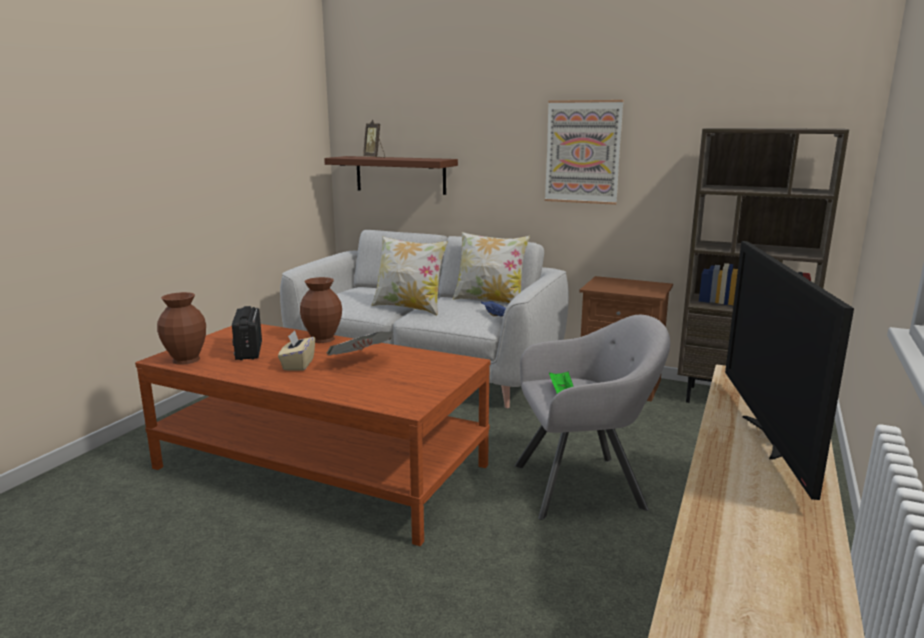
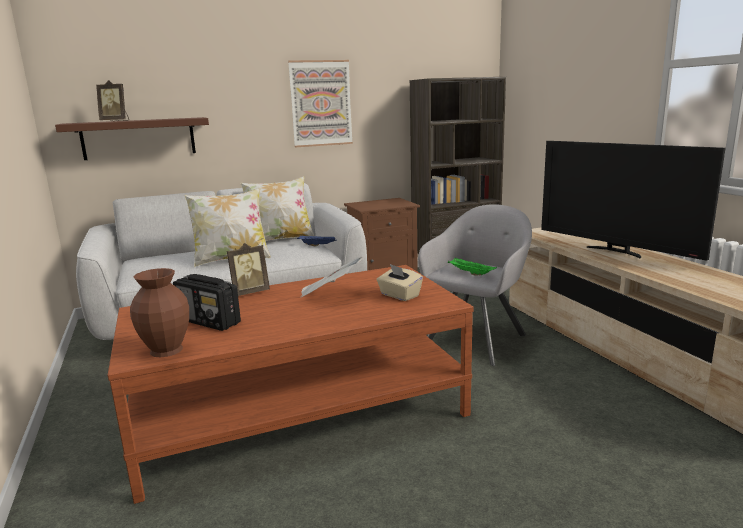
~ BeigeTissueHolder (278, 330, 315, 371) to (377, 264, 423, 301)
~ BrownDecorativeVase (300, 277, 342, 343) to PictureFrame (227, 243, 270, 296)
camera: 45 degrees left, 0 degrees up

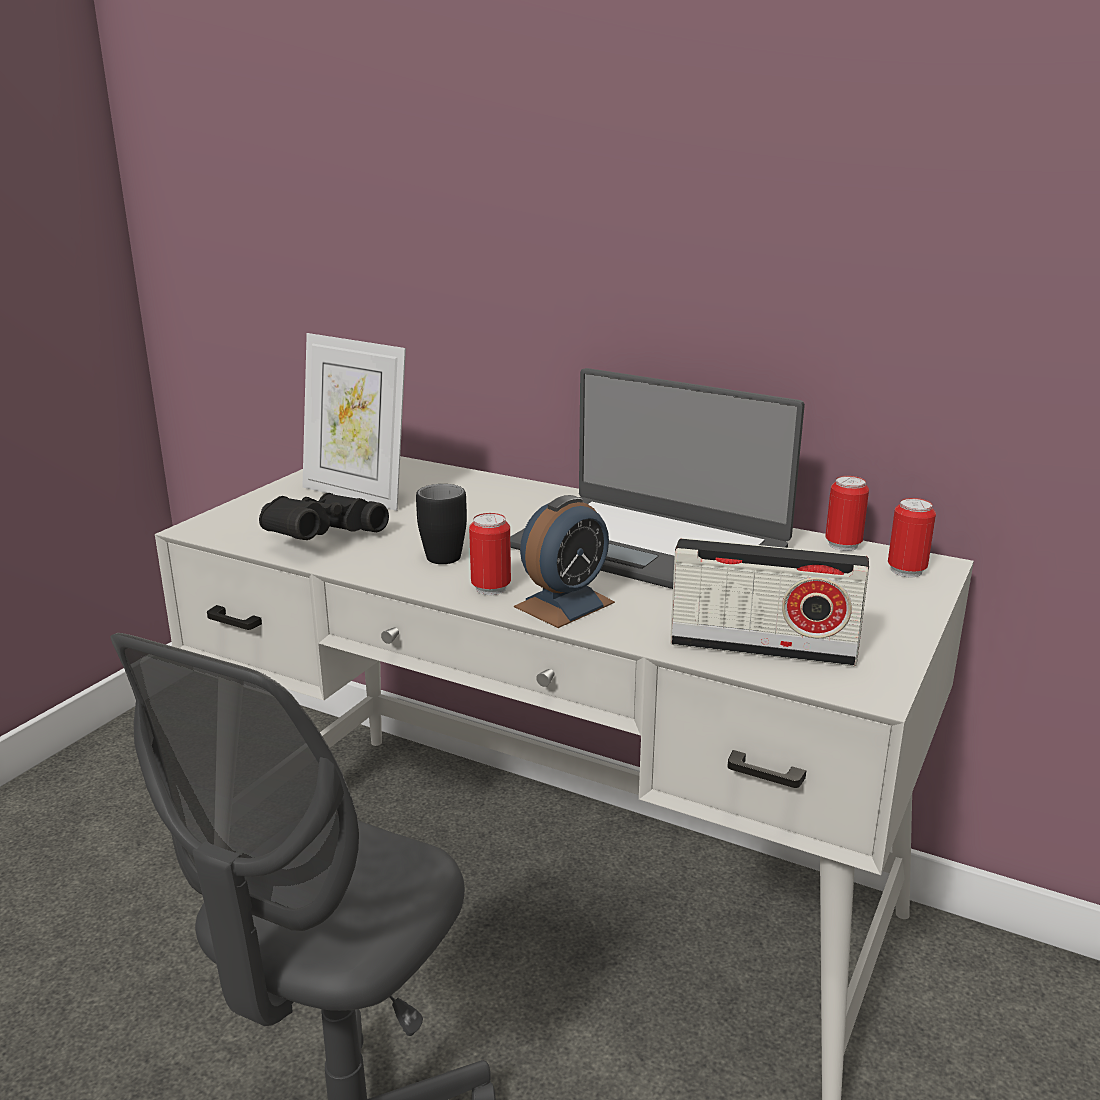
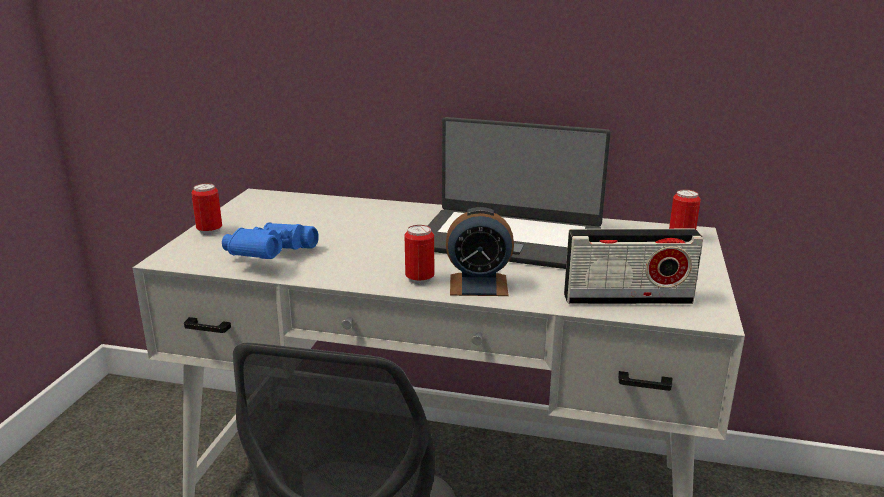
~ BlackFieldGlasses (259, 493, 389, 540) to BluishFieldGlasses (222, 222, 319, 259)
- PictureFrame (302, 333, 406, 511)
- BlackTeaMug (416, 484, 467, 564)
~ BedsideClock (514, 495, 615, 628) = (446, 207, 514, 296) 60 degrees clockwise
~ SealedCan (825, 476, 869, 551) to (191, 183, 222, 235)
camera: 15 degrees left, 0 degrees up

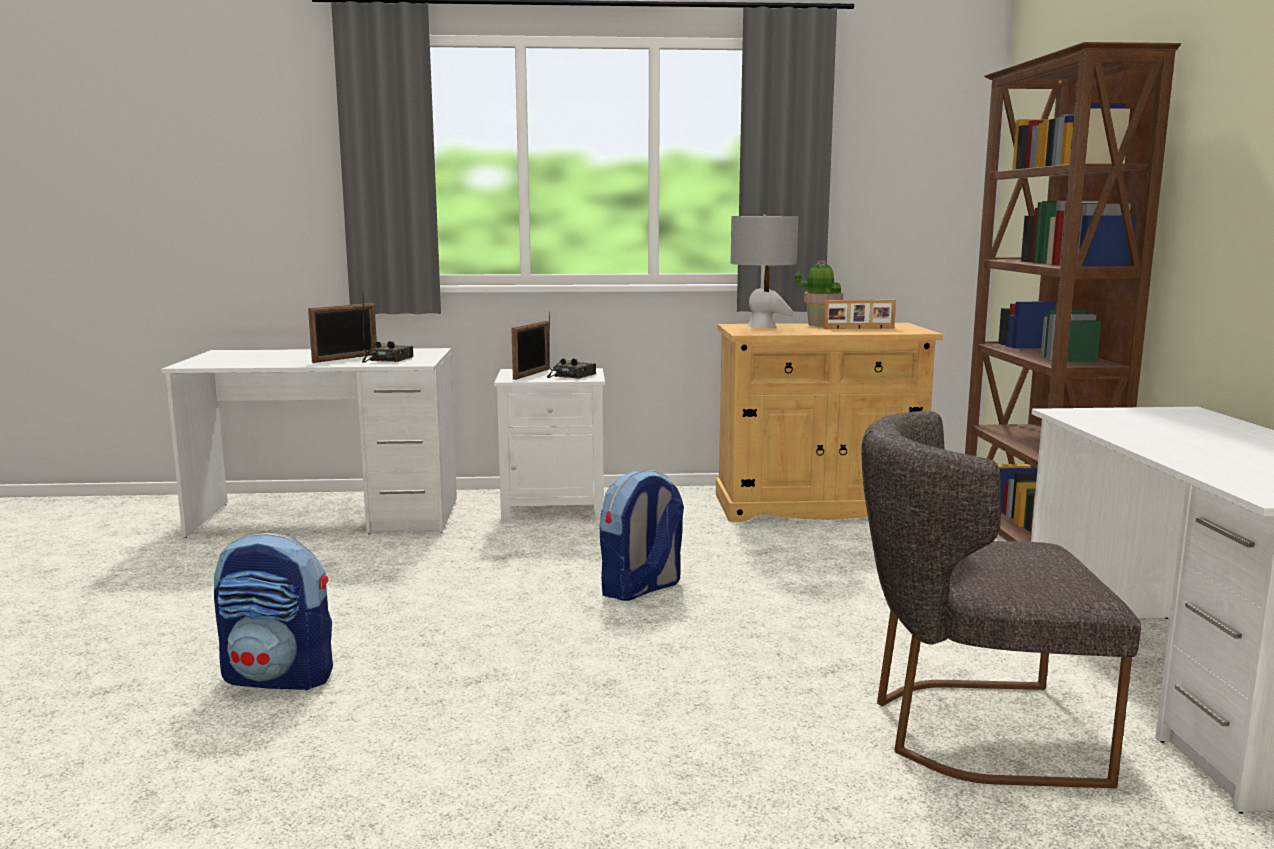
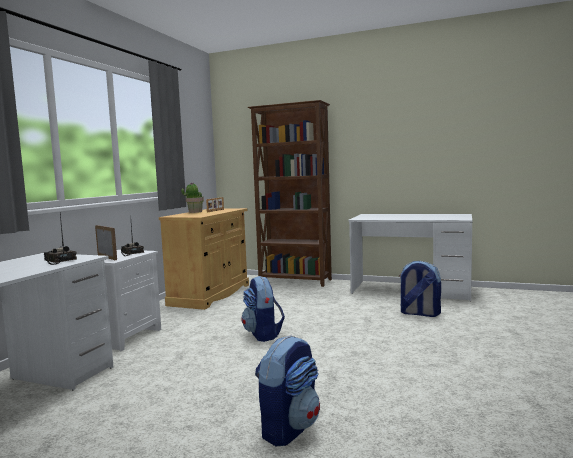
- PictureFrame (308, 303, 377, 363)
- GreyTableLamp (730, 215, 798, 328)
~ GreyPlainChair (862, 411, 1141, 788) to Rucksack (399, 261, 441, 317)
camera: 65 degrees left, 5 degrees down

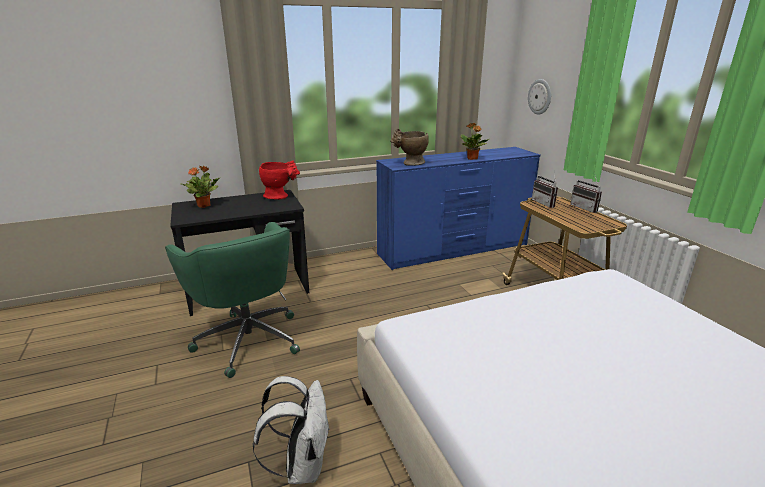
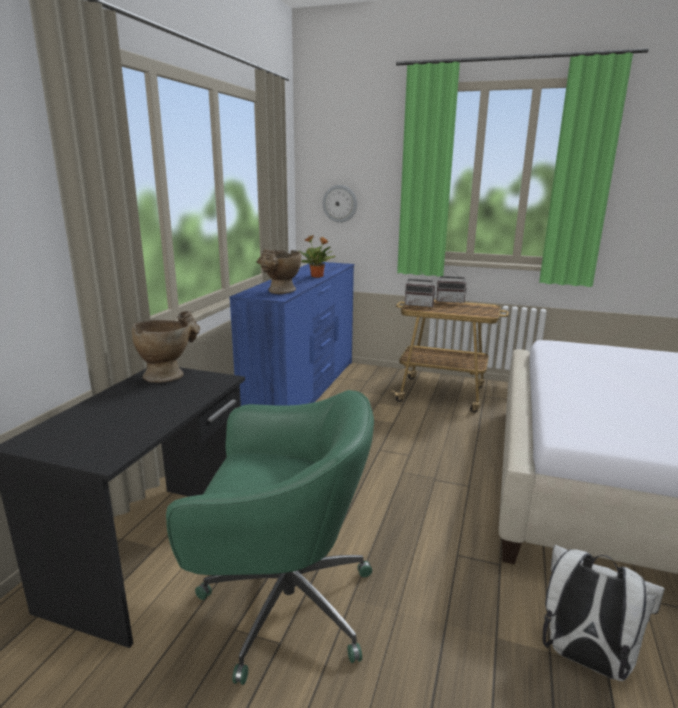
- PlantInAPot (180, 166, 220, 208)
~ ReddishDecorativeVase (259, 161, 300, 200) to BeigeDecorativeVase (132, 311, 200, 383)
camera: 50 degrees left, 5 degrees down

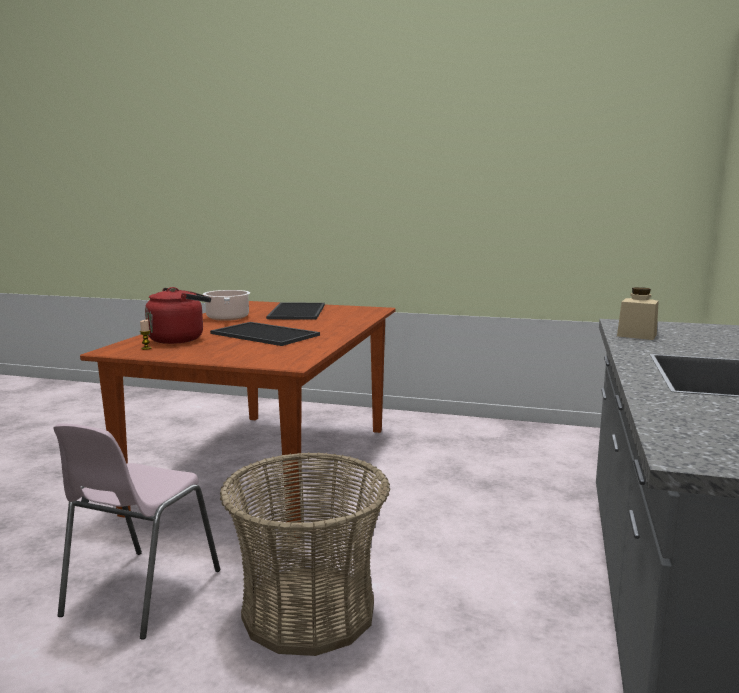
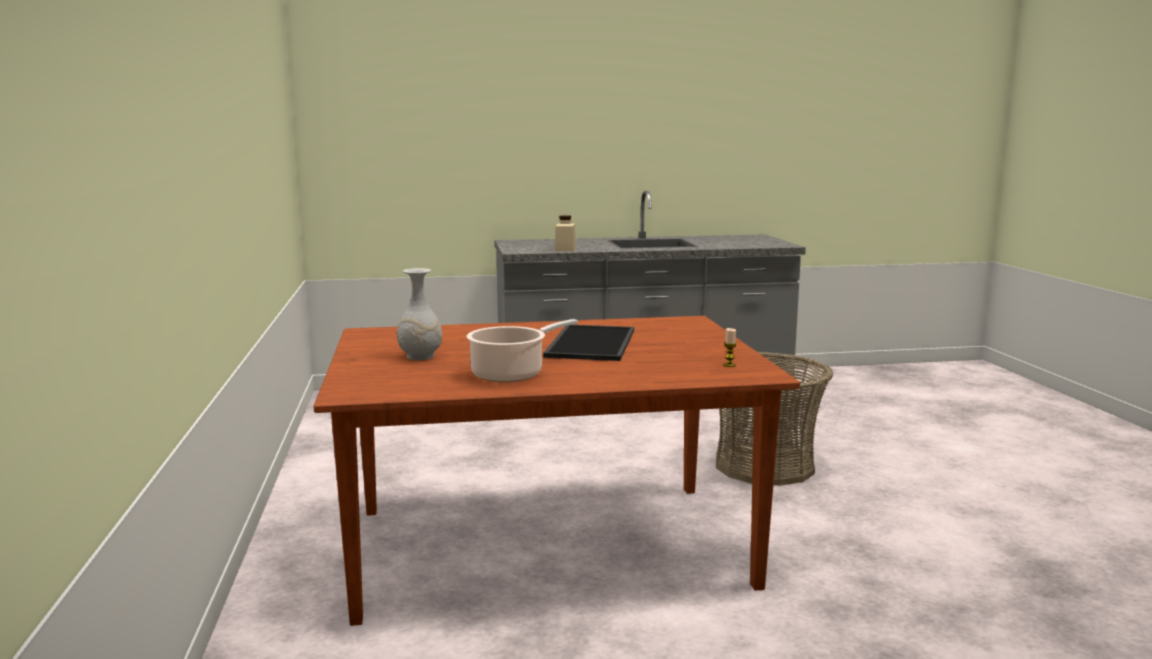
- PinkishPlainChair (53, 424, 220, 640)
- ReddishTeaKettle (145, 287, 211, 344)
~ CarryingTray (266, 303, 325, 320) to WhiteDecorativeVase (397, 268, 442, 360)
camera: 115 degrees left, 0 degrees up

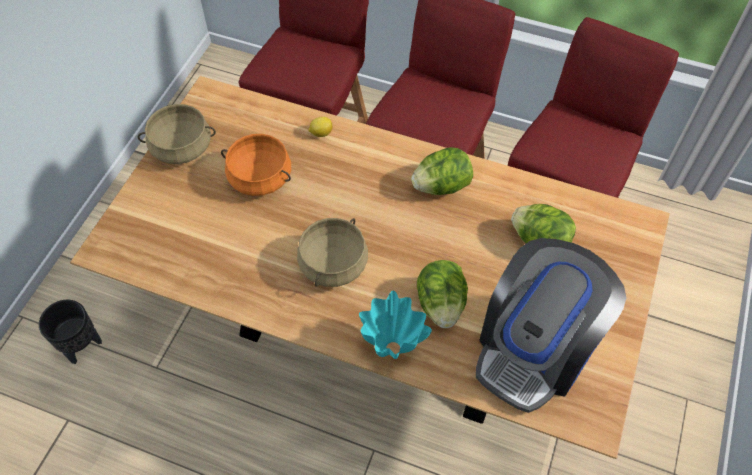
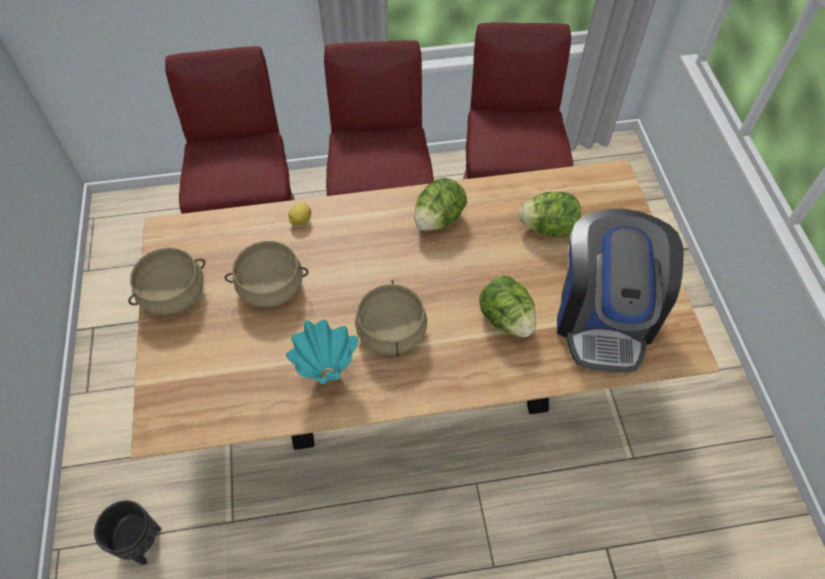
~ OrangeyStockpot (221, 134, 291, 196) to BeigeStockpot (225, 241, 308, 307)
~ TurquoiseColouredDecorativeVase (359, 291, 432, 359) to (286, 320, 358, 384)
camera: 30 degrees left, 0 degrees up

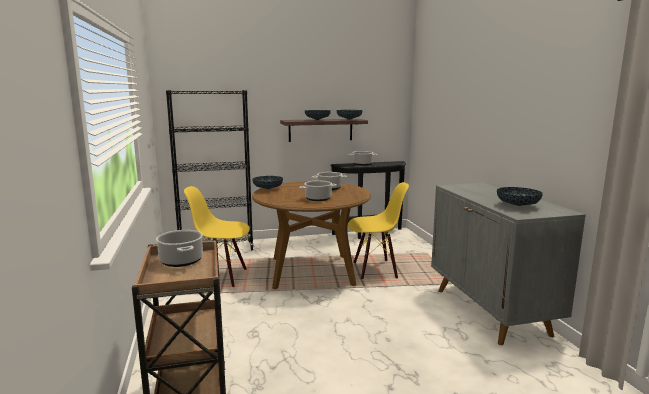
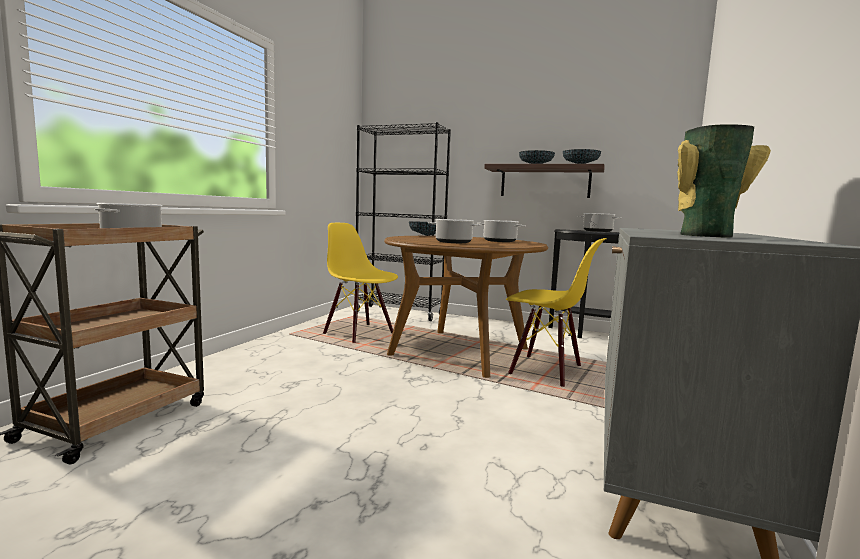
~ Bowl (497, 187, 543, 206) to DecorativeVase (677, 124, 771, 238)
camera: 35 degrees right, 5 degrees down

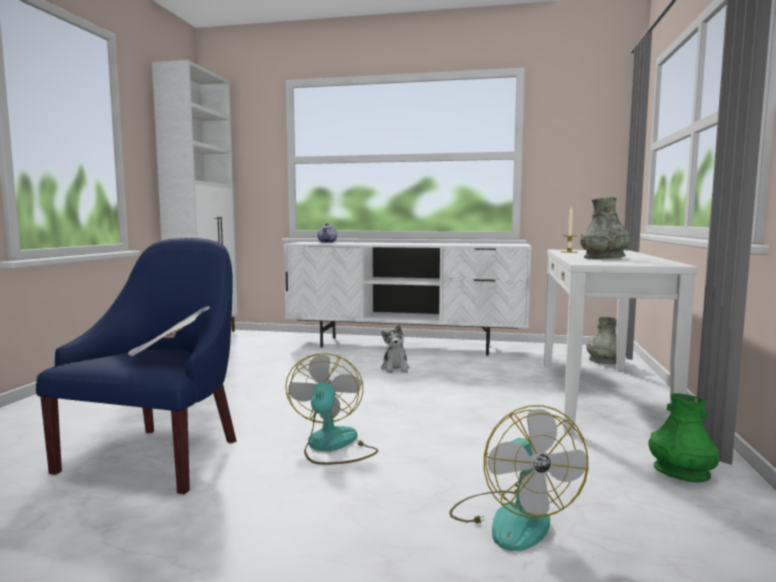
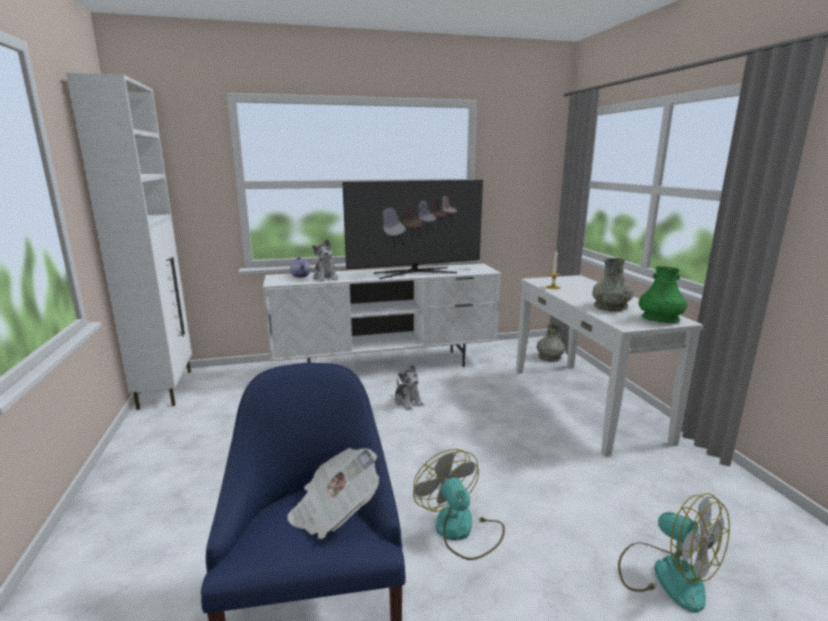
~ GreenishDecorativeVase (648, 393, 719, 482) to (638, 266, 687, 323)
+ SoftToy (312, 239, 338, 282)
+ TvSet (342, 180, 483, 279)
camera: 25 degrees left, 10 degrees up

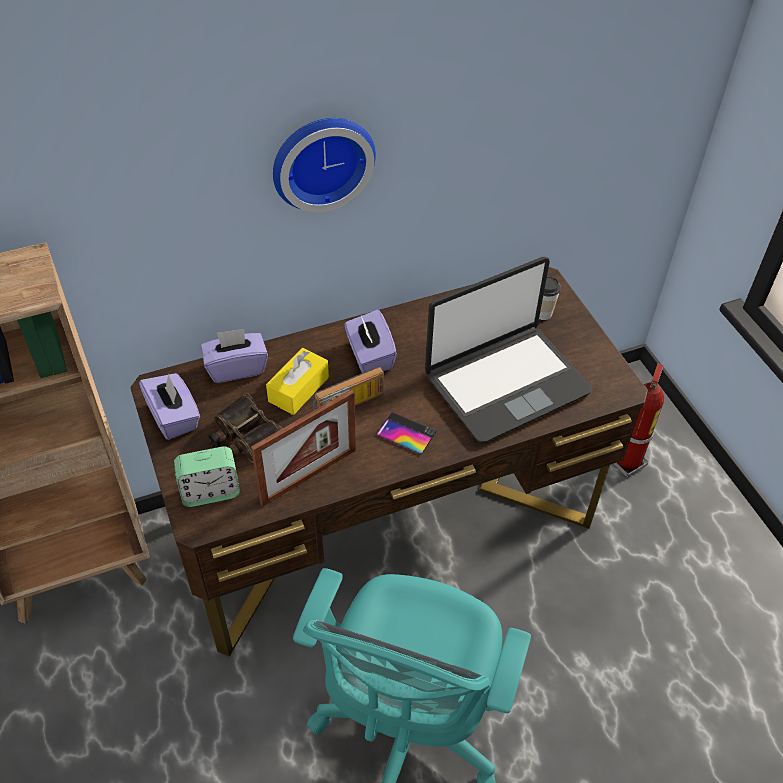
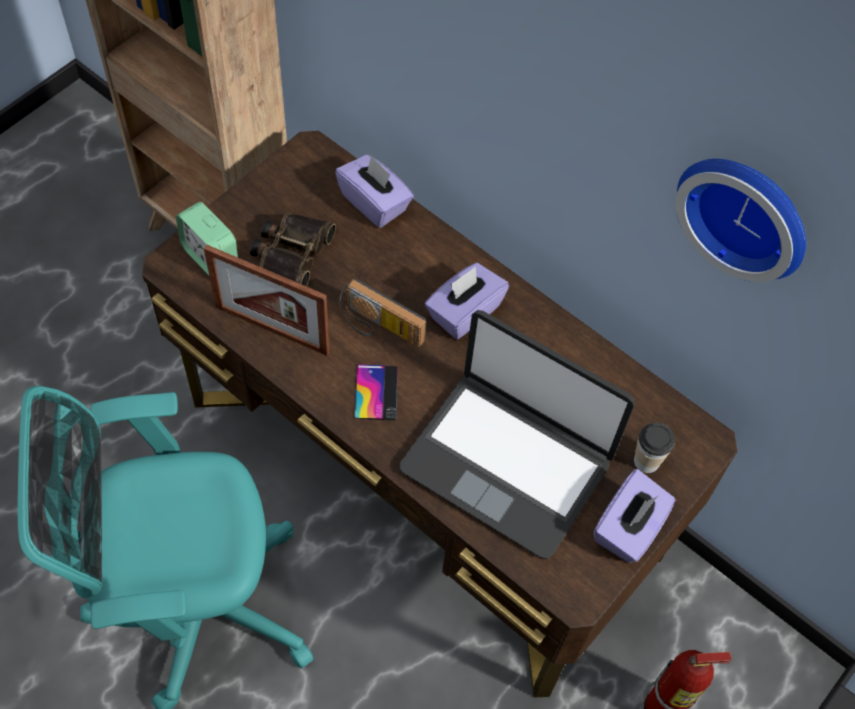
~ PurplishTissueHolder (139, 373, 200, 440) to (594, 469, 675, 563)
- YellowTissueHolder (266, 348, 329, 415)
~ HangingClock (273, 118, 376, 212) to (675, 159, 806, 282)
camera: 60 degrees right, 10 degrees up

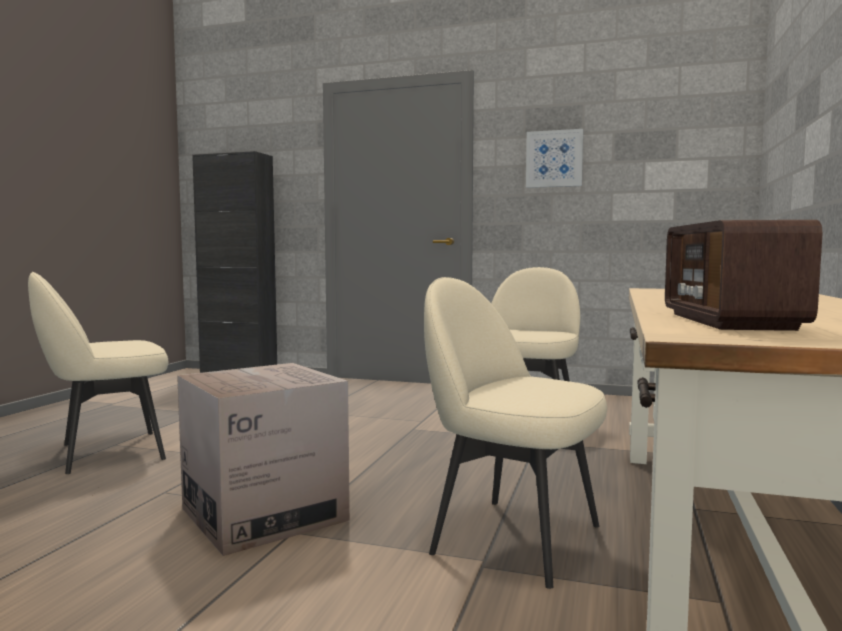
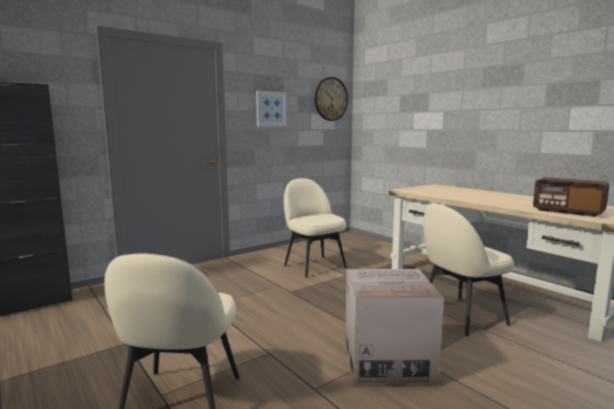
+ HangingClock (315, 77, 348, 121)
camera: 55 degrees left, 5 degrees up

